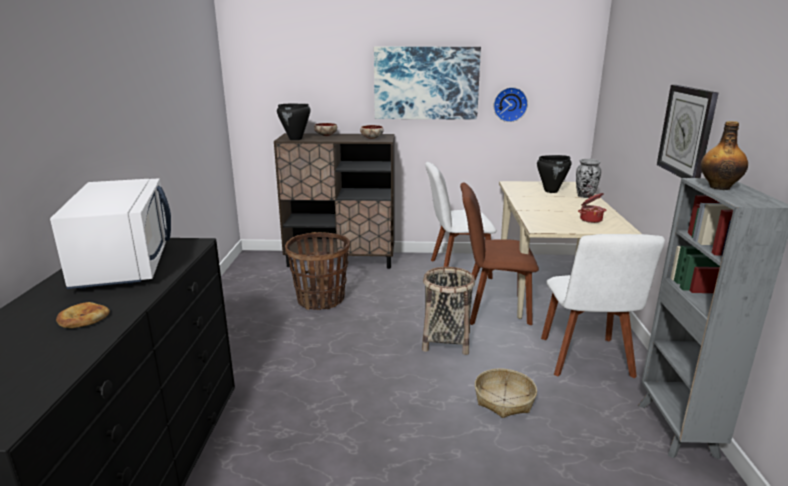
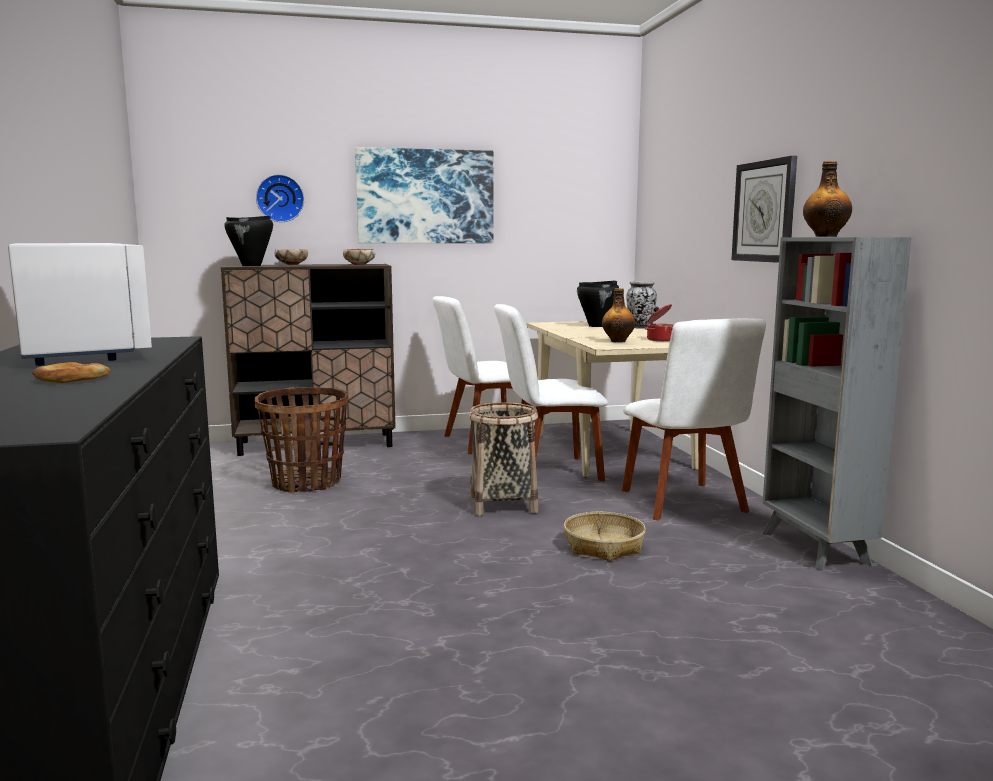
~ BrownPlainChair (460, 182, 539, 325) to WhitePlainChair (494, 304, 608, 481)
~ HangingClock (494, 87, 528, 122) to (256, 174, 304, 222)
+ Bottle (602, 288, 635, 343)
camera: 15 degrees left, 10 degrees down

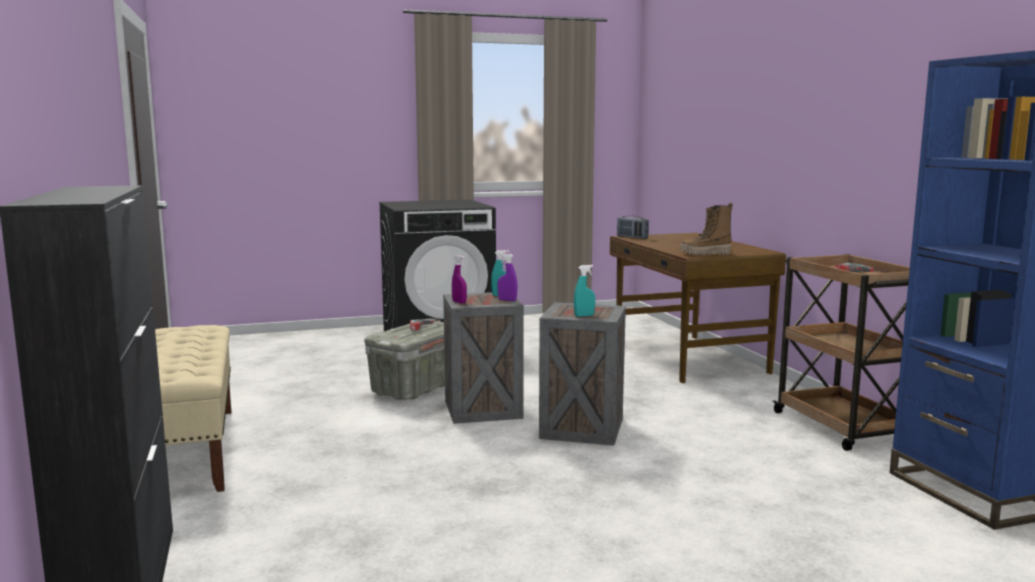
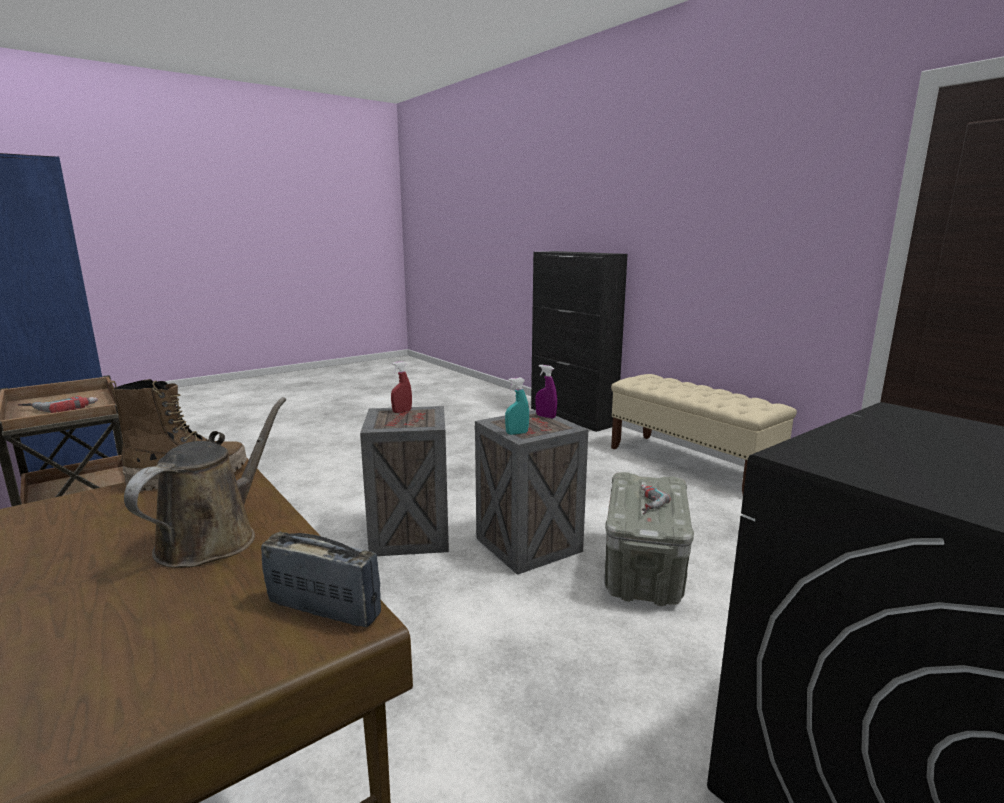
- PurplishSprayBottle (497, 253, 517, 301)
~ TurquoiseColouredSprayBottle (574, 265, 595, 317) to ReddishSprayBottle (391, 361, 412, 413)
+ BrownWateringPot (124, 397, 286, 568)
camera: 160 degrees right, 5 degrees up

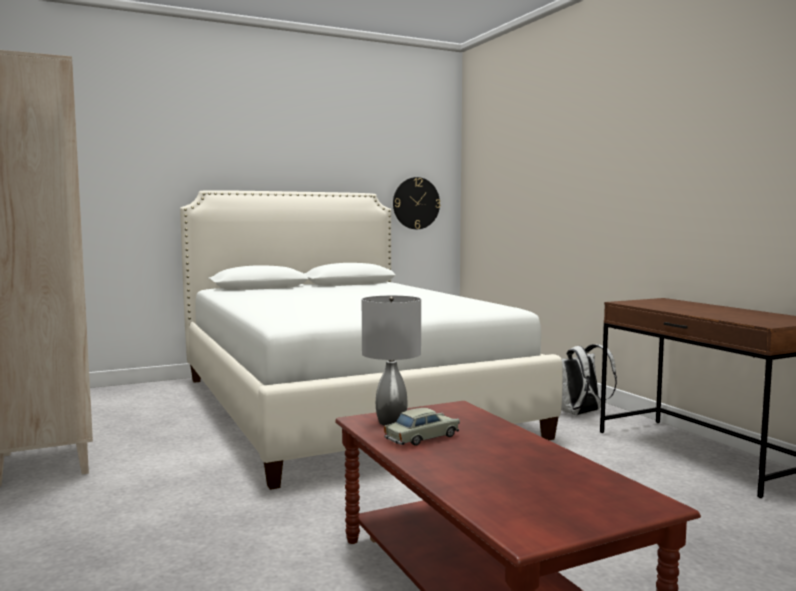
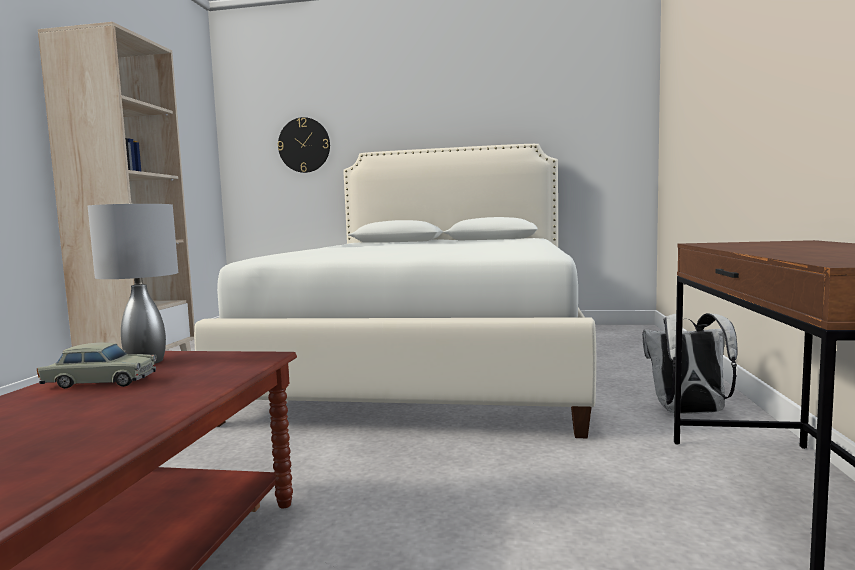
~ HangingClock (393, 177, 440, 229) to (278, 117, 330, 173)
camera: 35 degrees right, 0 degrees up

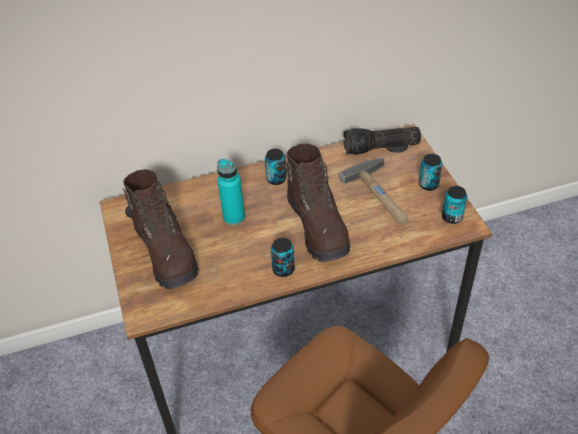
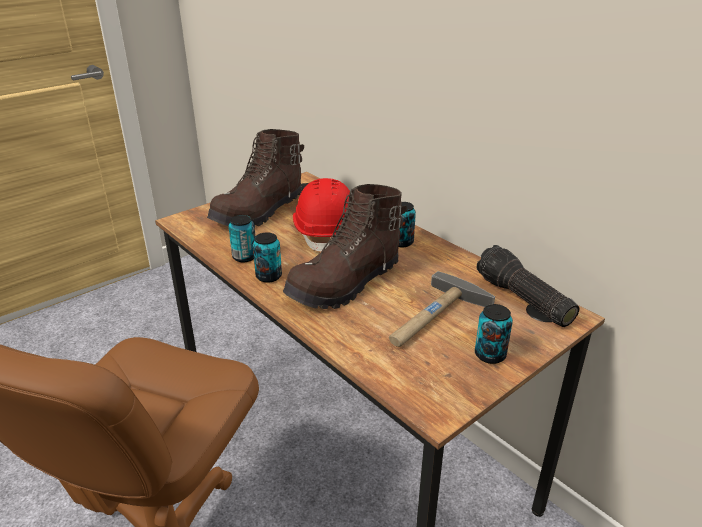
~ TurquoiseColouredBottle (217, 159, 245, 225) to ReddishWorkHelmet (293, 178, 350, 251)
~ SealedCan (442, 186, 467, 224) to (229, 215, 255, 262)
camera: 65 degrees right, 15 degrees down

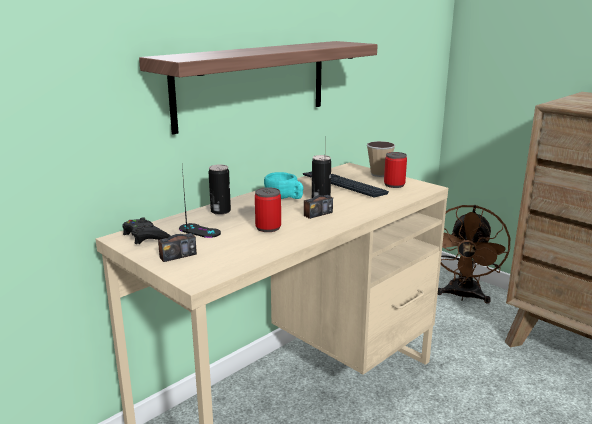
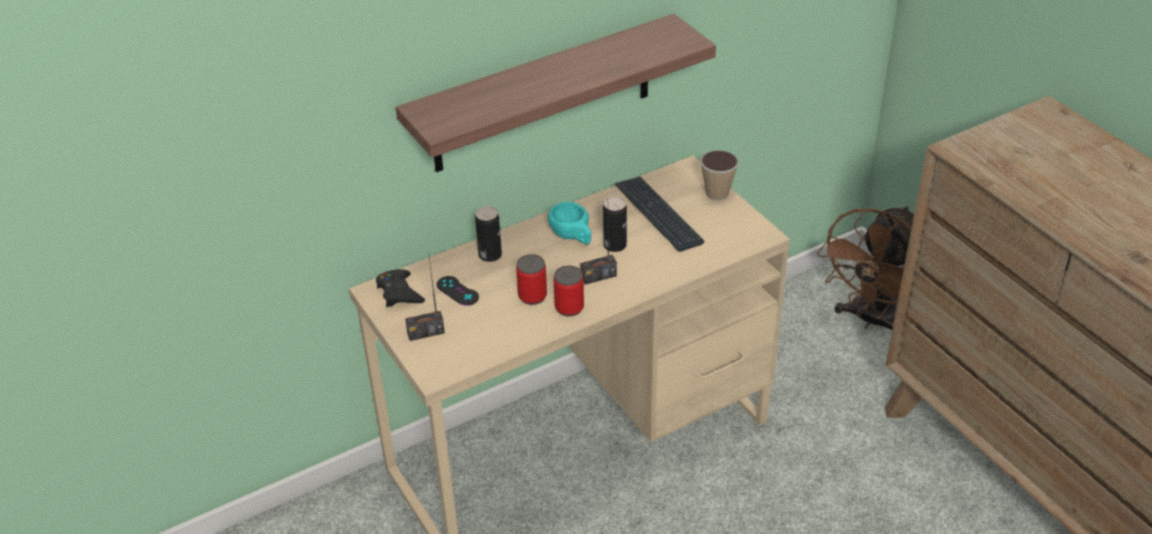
~ SealedCan (384, 152, 407, 188) to (554, 266, 584, 317)
camera: 15 degrees right, 20 degrees up

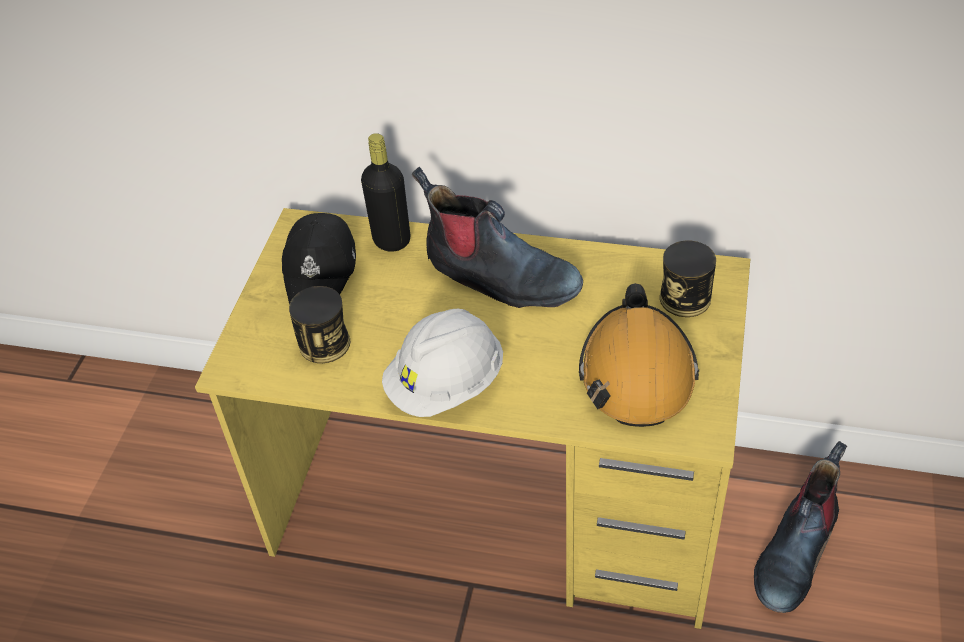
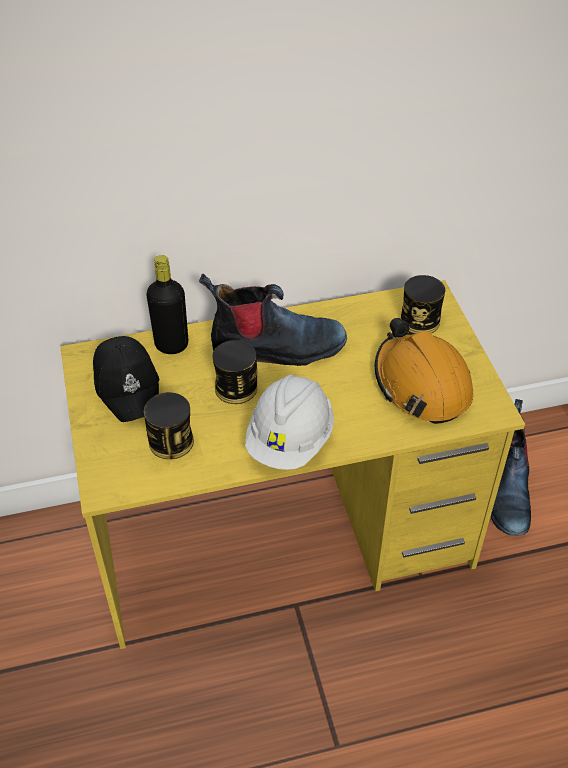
+ SealedCan (212, 340, 257, 404)
camera: 30 degrees left, 0 degrees up

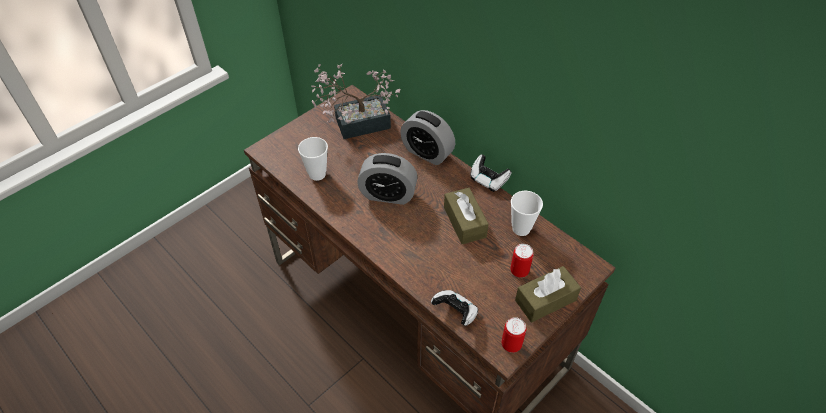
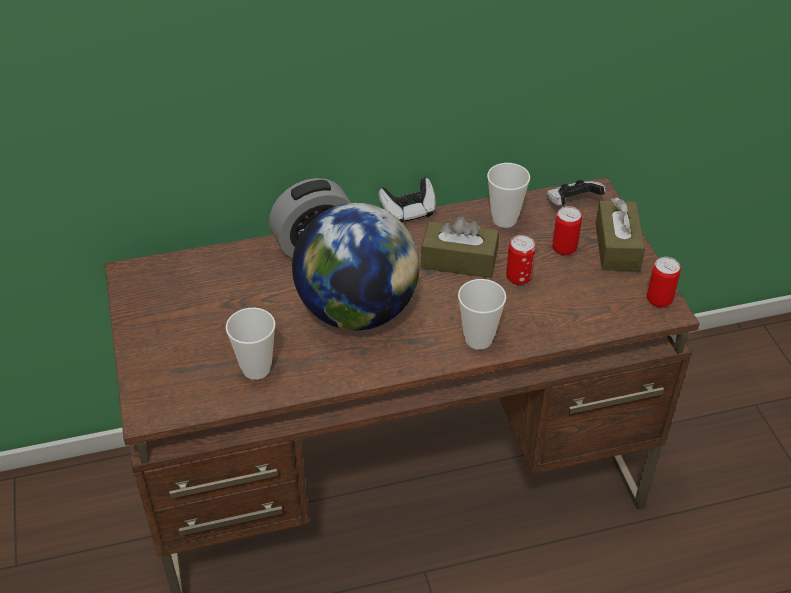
- PlantInAPot (311, 64, 400, 139)
~ BedsideClock (357, 153, 418, 205) to WorldGlobe (292, 203, 420, 330)
~ Joypad (431, 290, 478, 326) to (547, 180, 606, 206)
+ SmallCup (458, 279, 506, 350)
+ SealedCan (506, 235, 536, 285)
camera: 60 degrees left, 5 degrees down

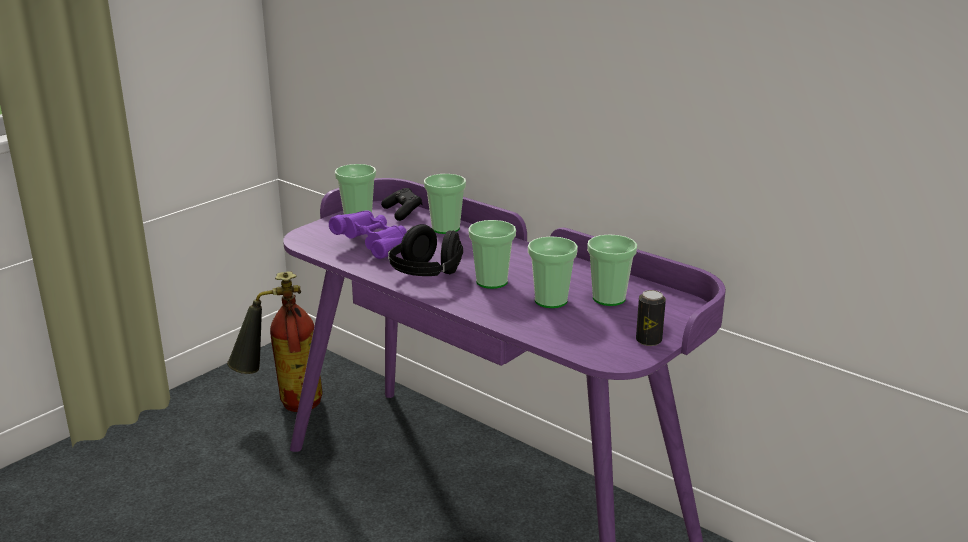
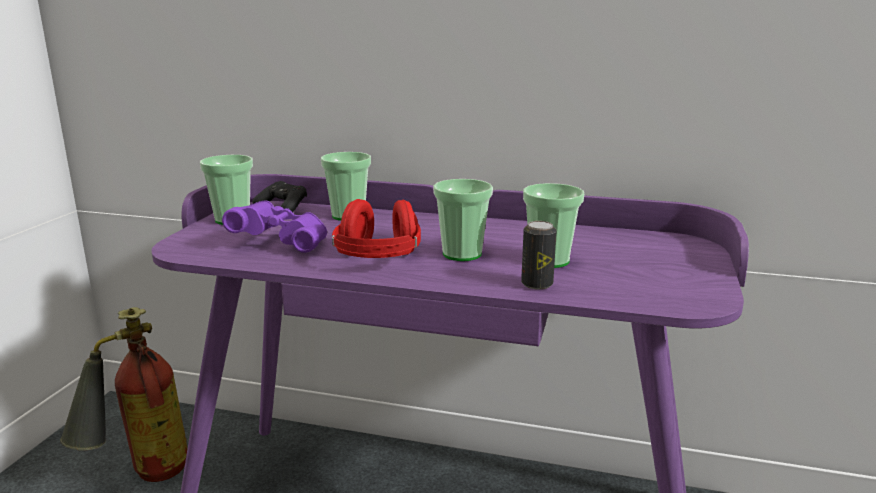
~ BlackHeadset (388, 224, 463, 276) to ReddishHeadset (332, 199, 421, 258)
- SmallCup (587, 235, 637, 306)
~ SealedCan (636, 290, 666, 346) to (521, 221, 556, 290)
camera: 25 degrees left, 5 degrees down

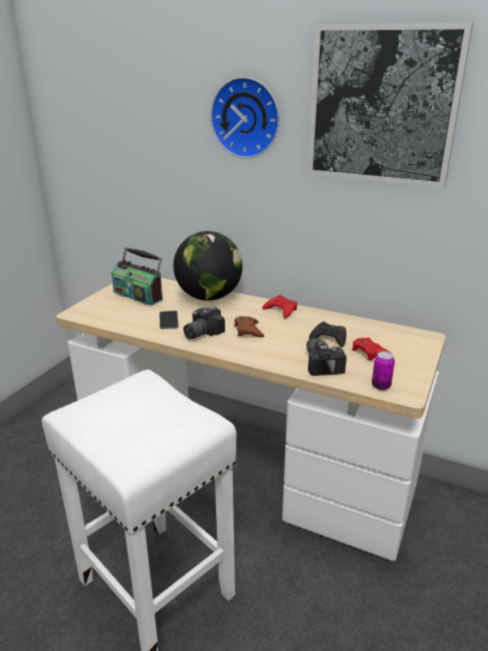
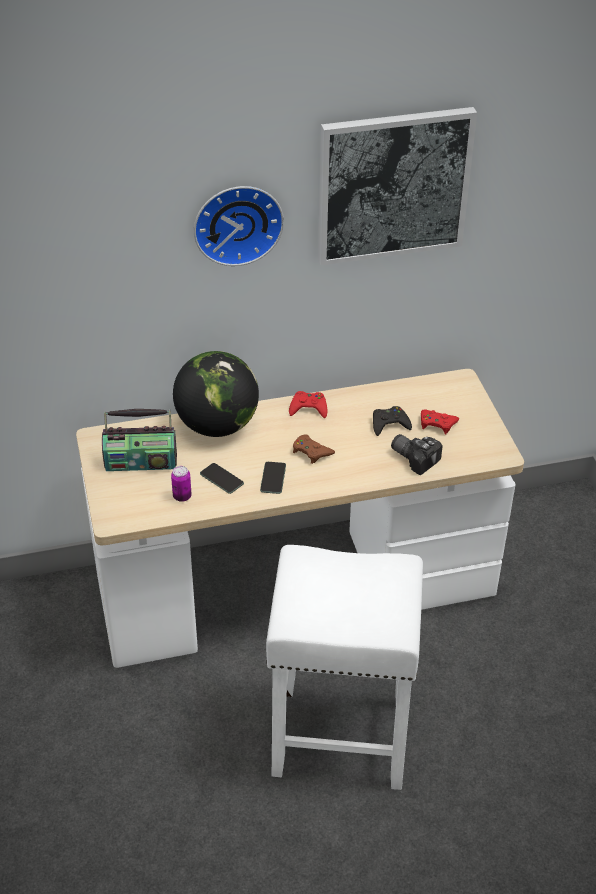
~ PhotoCamera (183, 306, 225, 339) to Phone (260, 462, 286, 494)
~ SealedCan (372, 351, 395, 390) to (171, 466, 192, 502)
camera: 40 degrees left, 15 degrees up

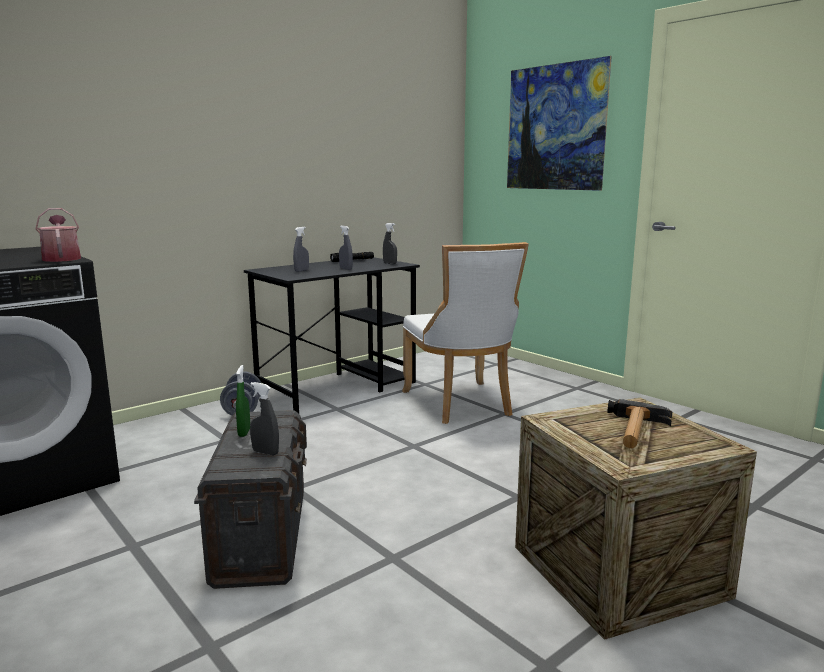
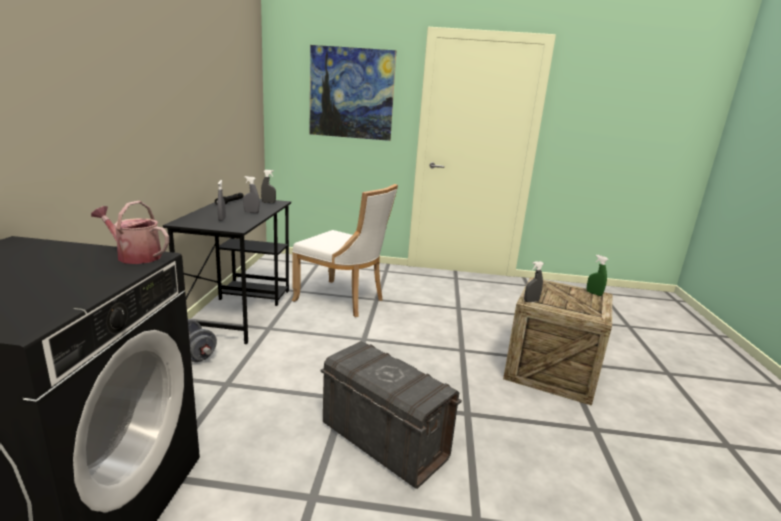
~ GreenishSprayBottle (236, 365, 250, 437) to (587, 255, 609, 296)
~ GreySprayBottle (250, 382, 279, 455) to (524, 261, 544, 302)
- ToolHammer (608, 399, 672, 448)
camera: 45 degrees left, 5 degrees up

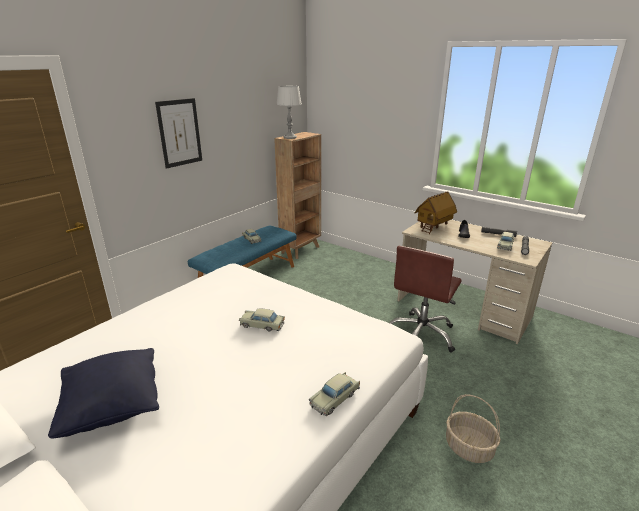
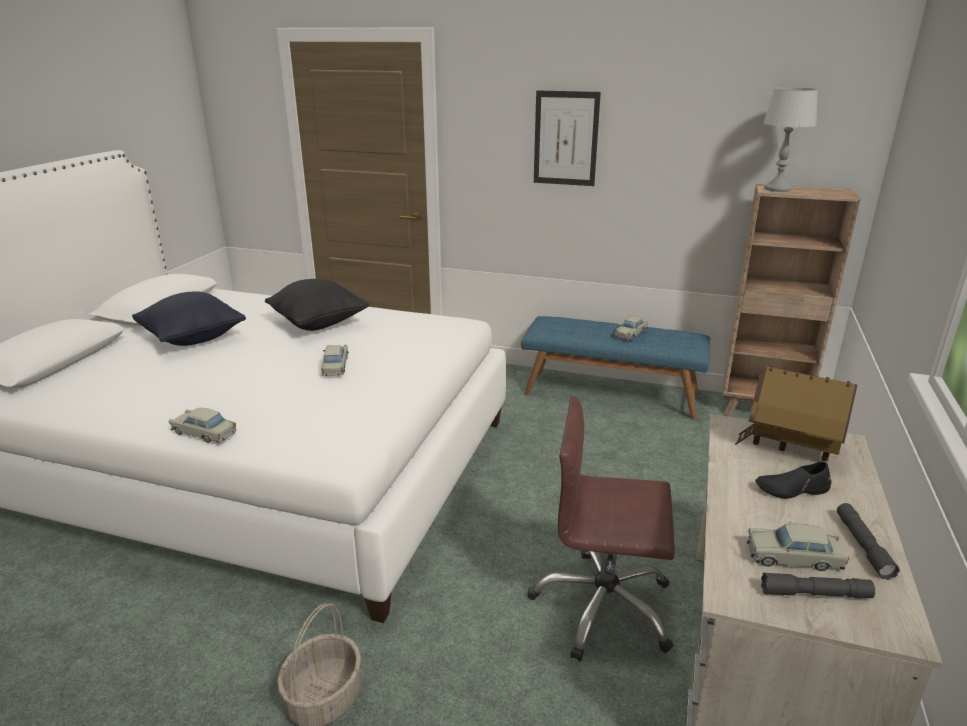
+ BlackPillow (265, 279, 369, 331)
camera: 70 degrees right, 0 degrees up

